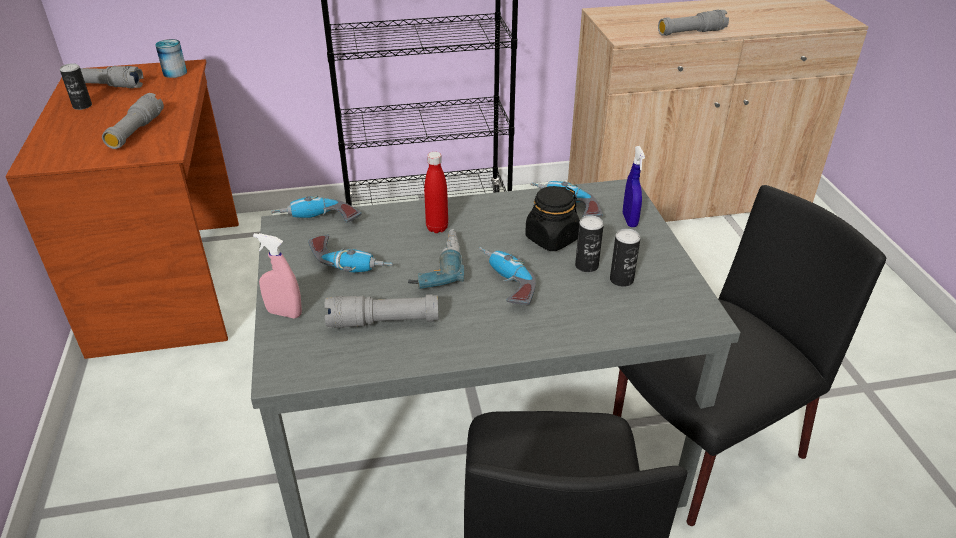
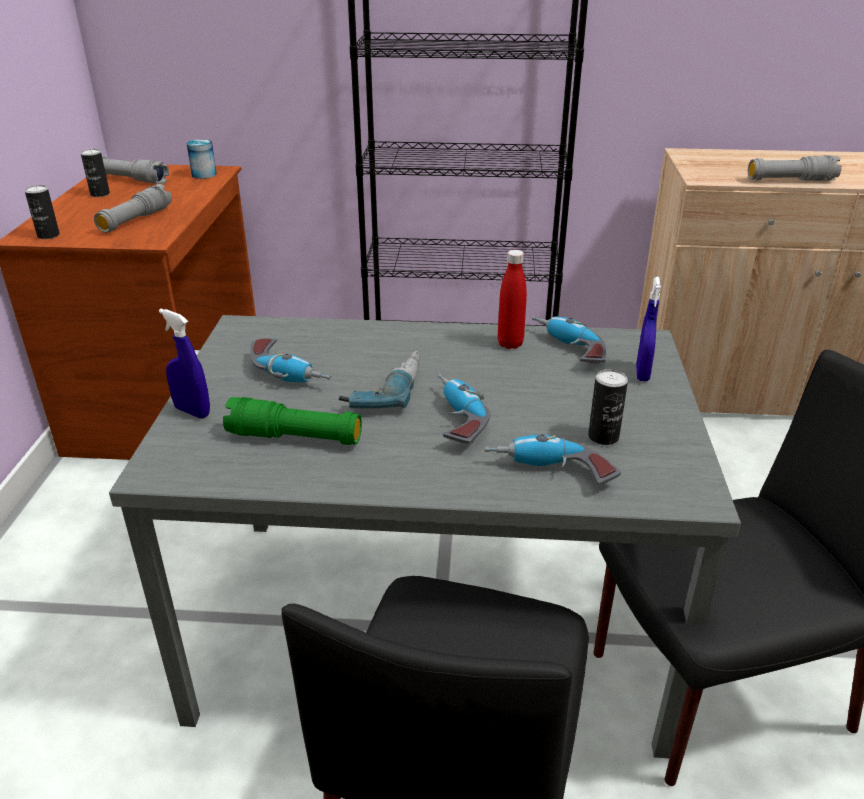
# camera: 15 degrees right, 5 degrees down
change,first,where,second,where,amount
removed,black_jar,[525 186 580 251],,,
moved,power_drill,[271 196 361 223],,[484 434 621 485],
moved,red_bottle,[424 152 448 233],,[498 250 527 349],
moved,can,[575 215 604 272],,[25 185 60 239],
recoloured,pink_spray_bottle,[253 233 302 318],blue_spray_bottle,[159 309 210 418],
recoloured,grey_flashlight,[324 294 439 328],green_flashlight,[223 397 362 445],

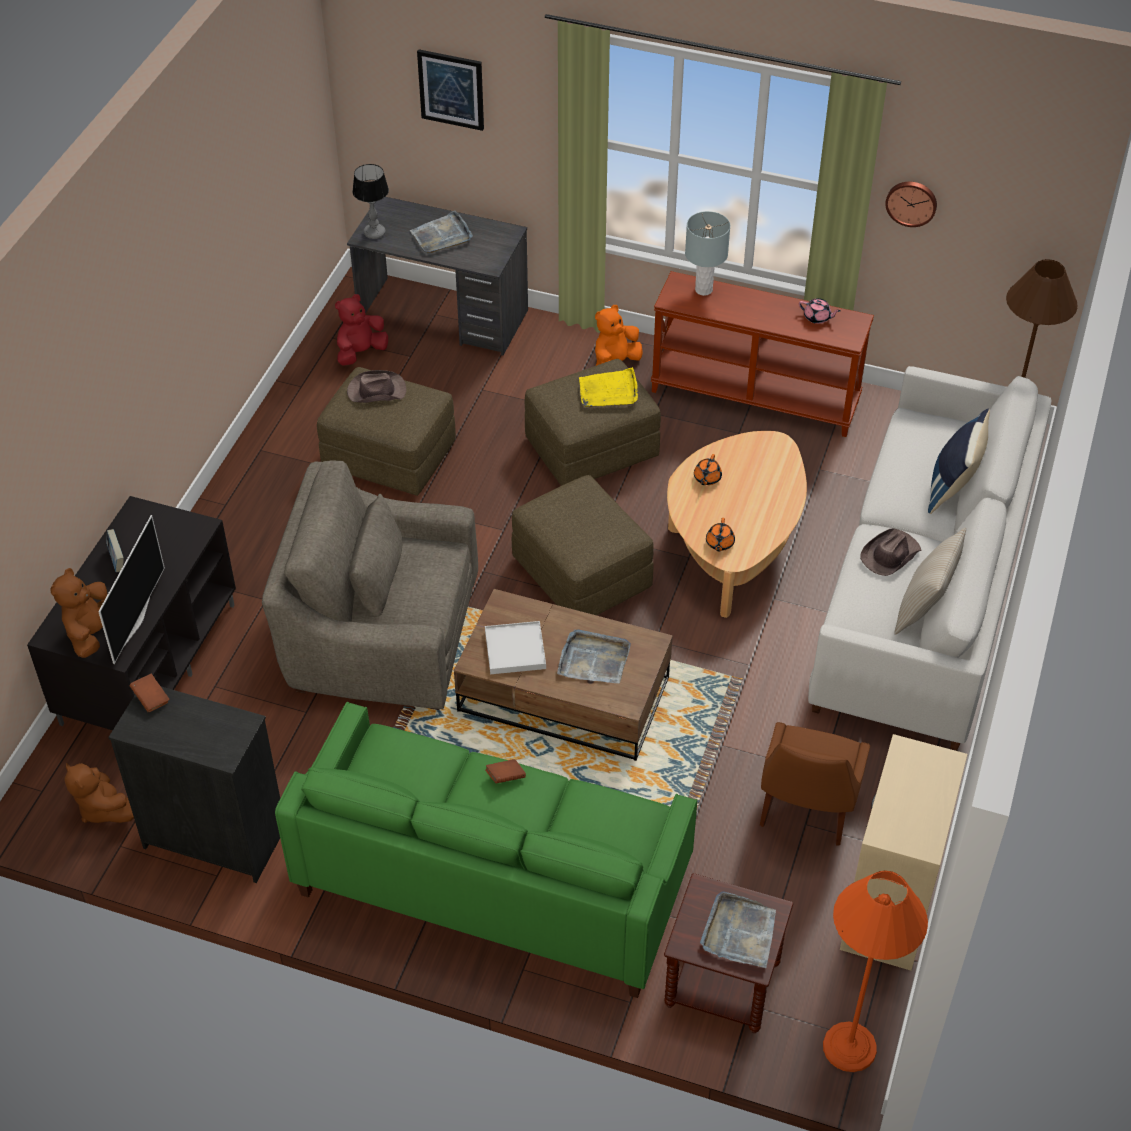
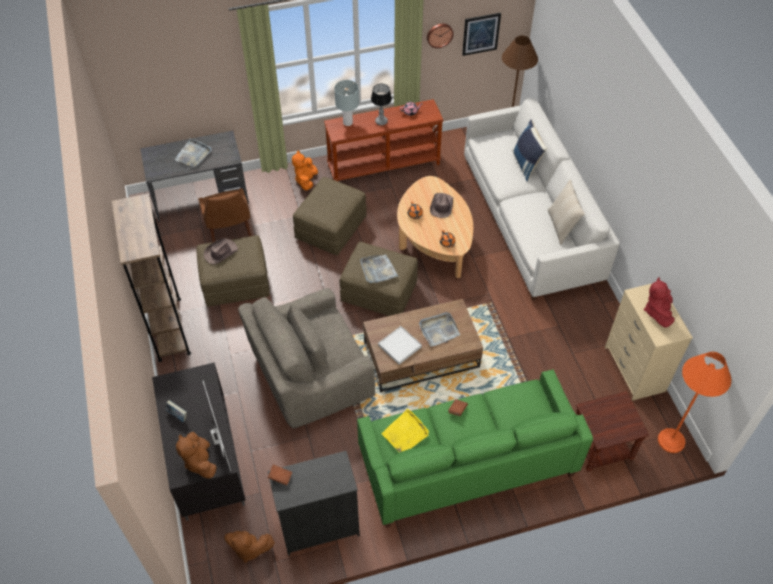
# camera: 35 degrees left, 5 degrees up
change,first,where,second,where,amount
added,,,brown_bookcase,[112 193 191 362],
moved,red_plush_toy,[335 294 388 366],,[644 277 675 328],
moved,table_lamp,[352 164 389 239],,[371 84 392 126],
moved,picture,[417 49 484 131],,[462 13 501 56],
moved,yellow_tray,[579 367 638 407],,[382 409 429 453],
moved,grey_tray,[700 891 776 968],,[360 254 399 283],
moved,brown_chair,[760 722 870 845],,[198 188 251 242],
moved,brown_hat,[860 528 922 576],,[430 193 453 218],

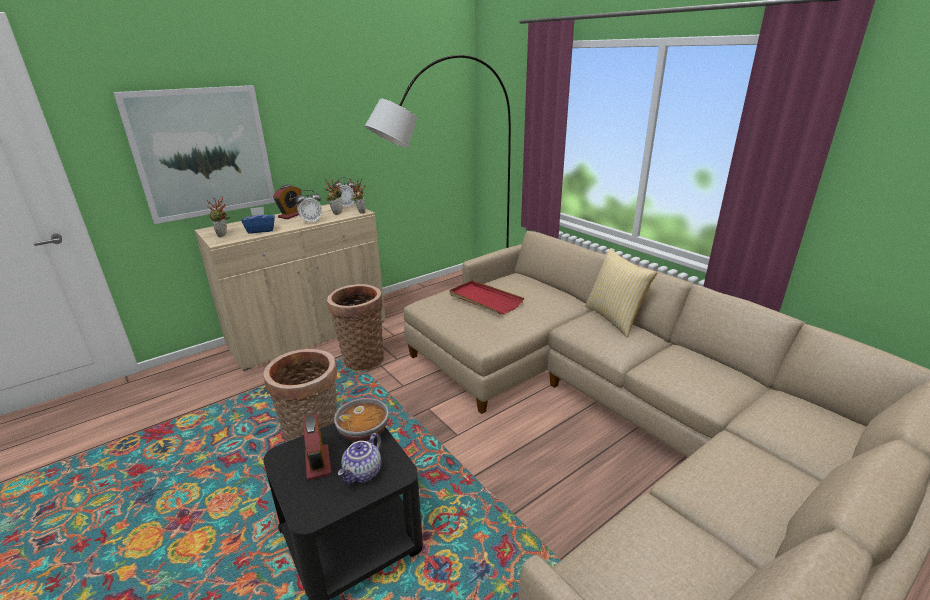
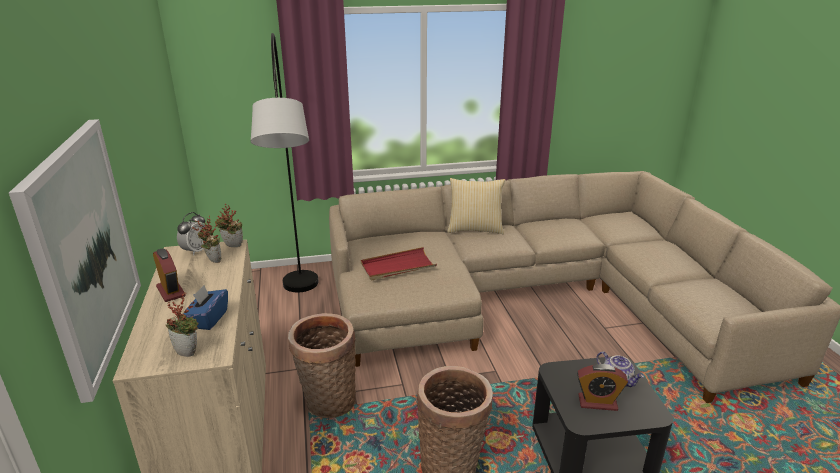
# camera: 65 degrees left, 0 degrees up
change,first,where,second,where,amount
removed,alarm_clock,[295 190 322 224],,,
removed,bowl,[334 398 389 442],,,

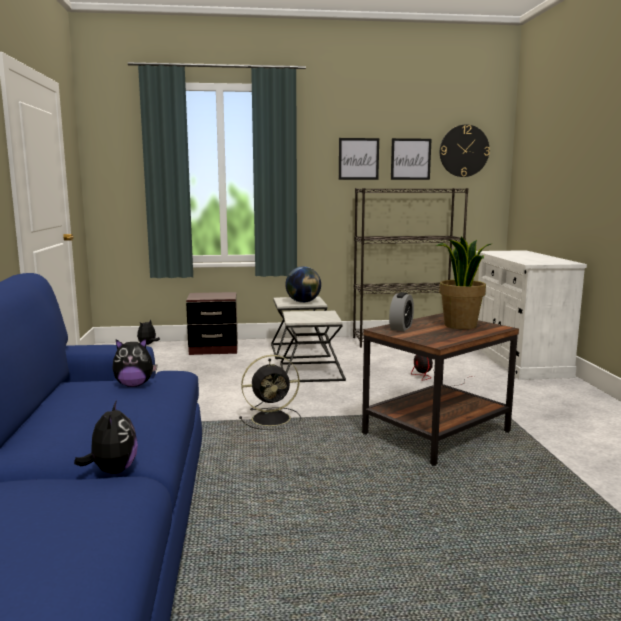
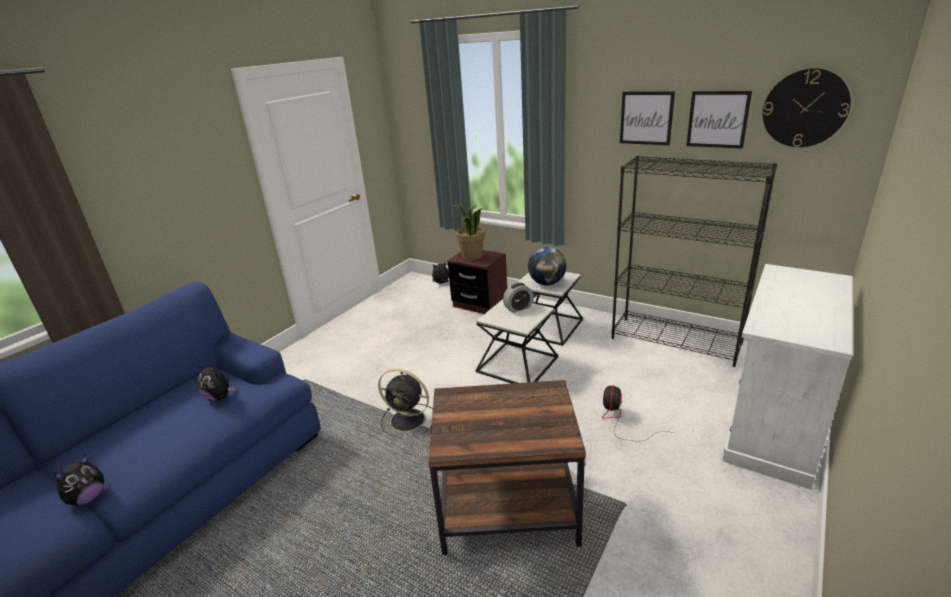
# camera: 40 degrees right, 15 degrees up
change,first,where,second,where,amount
moved,alarm_clock,[389 292 414 331],,[503 283 534 313],
moved,potted_plant,[436 236 493 329],,[451 203 485 261],

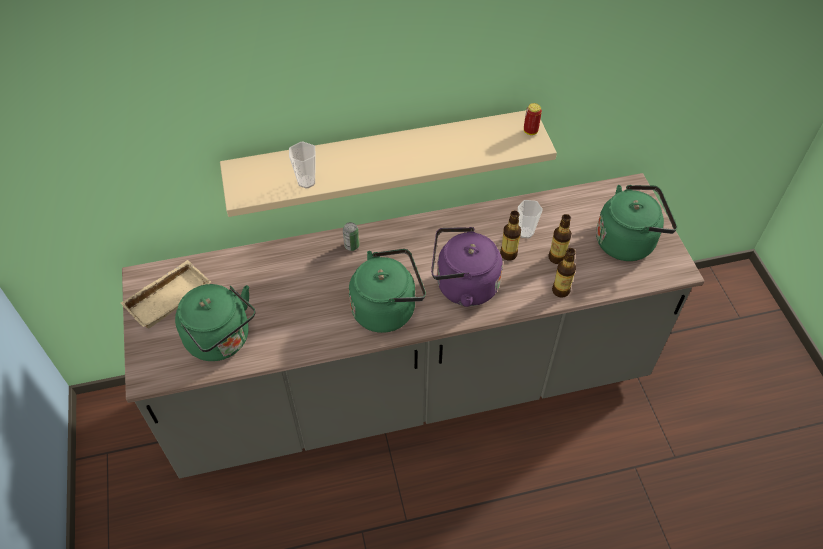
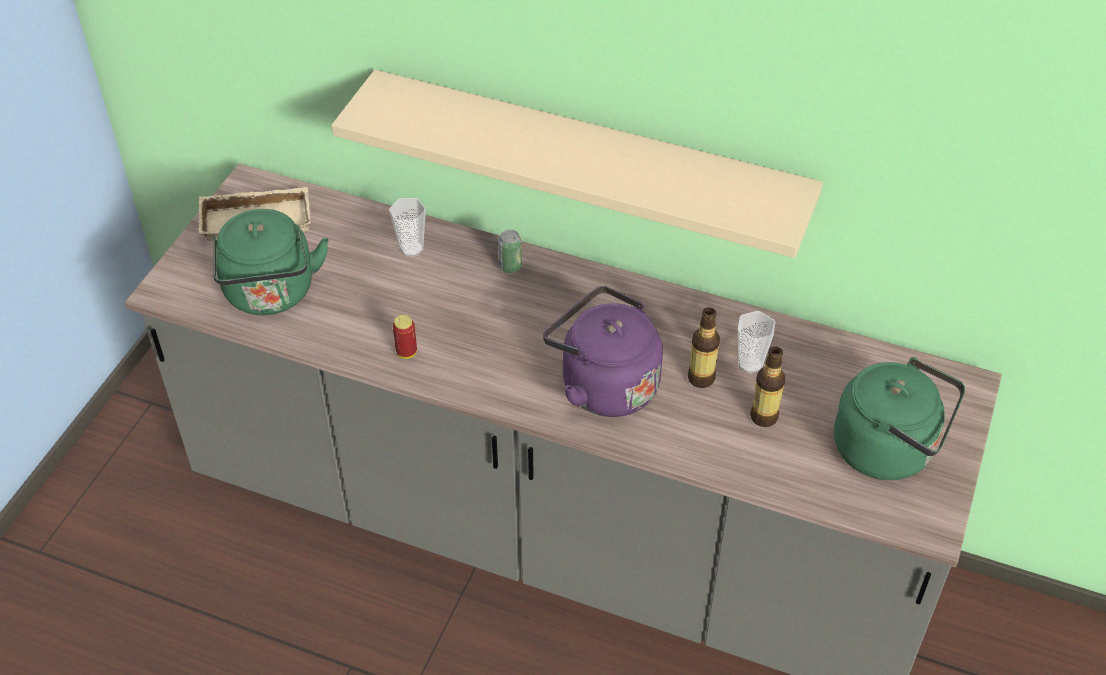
# camera: 35 degrees right, 5 degrees down
change,first,where,second,where,amount
removed,green_kettle,[349 249 426 333],,,
removed,bottle,[552 248 576 298],,,
moved,cup,[289 142 316 188],,[389 198 426 256],
moved,can,[524 103 542 135],,[393 315 417 359],

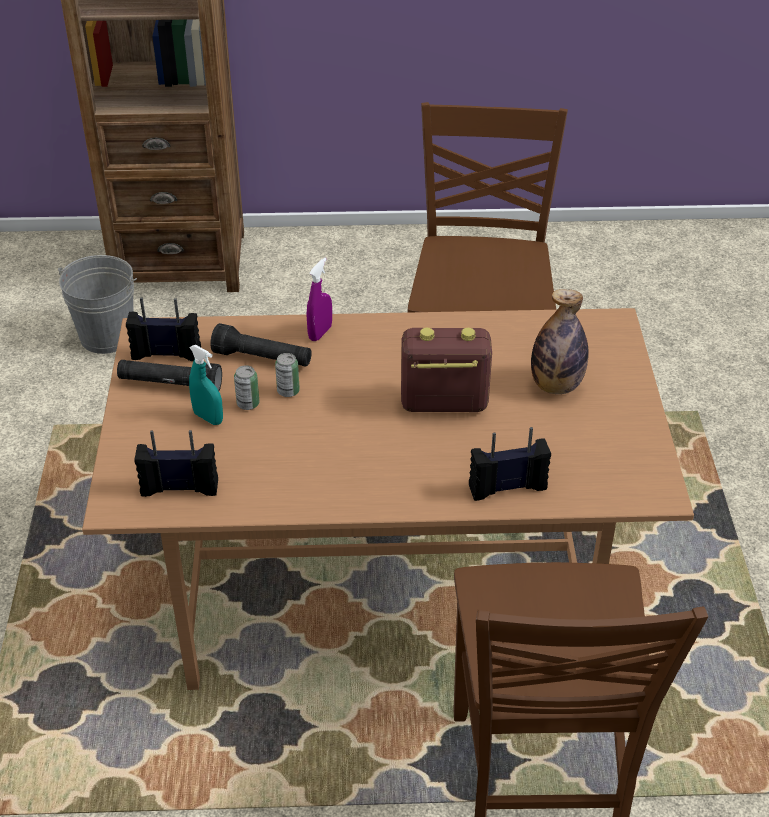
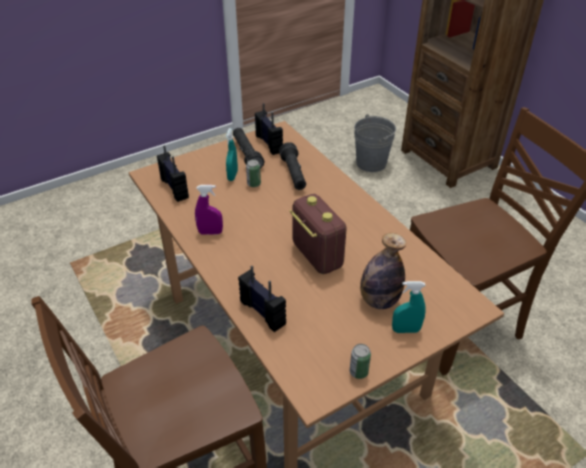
# camera: 60 degrees right, 0 degrees up
change,first,where,second,where,amount
added,,,turquoise_spray_bottle,[392 281 426 333],
moved,can,[275 353 300 397],,[350 344 371 379],
moved,purple_spray_bottle,[307 257 332 341],,[195 185 223 234],

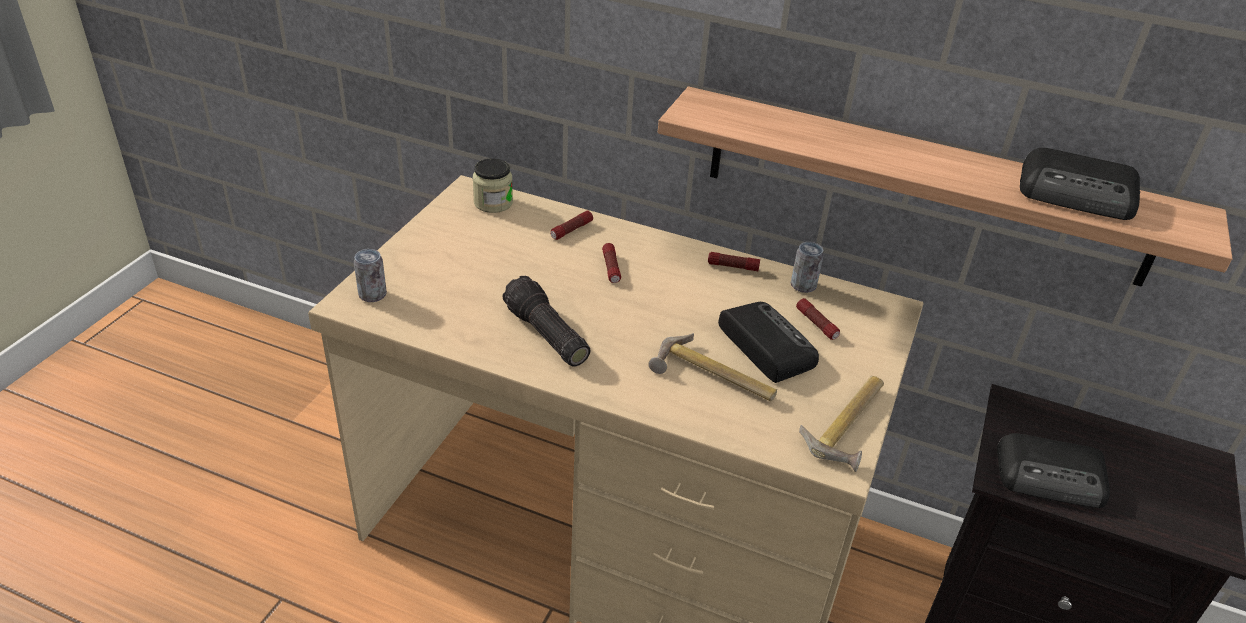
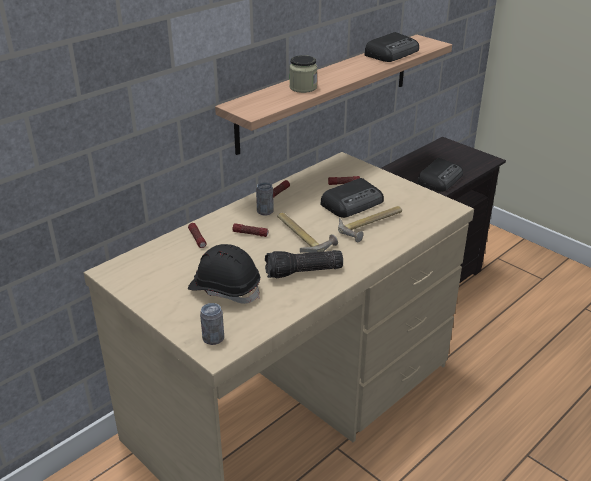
# camera: 65 degrees left, 5 degrees down
change,first,where,second,where,amount
added,,,black_hard_hat,[188 244 260 304],
moved,jar,[472 158 513 213],,[289 55 317 93],
moved,can,[791 242 824 293],,[256 182 274 215],
moved,hammer,[799 376 884 472],,[277 213 338 253],
turned,radio,[718 302 819 383],,[320 178 384 218],150 degrees clockwise

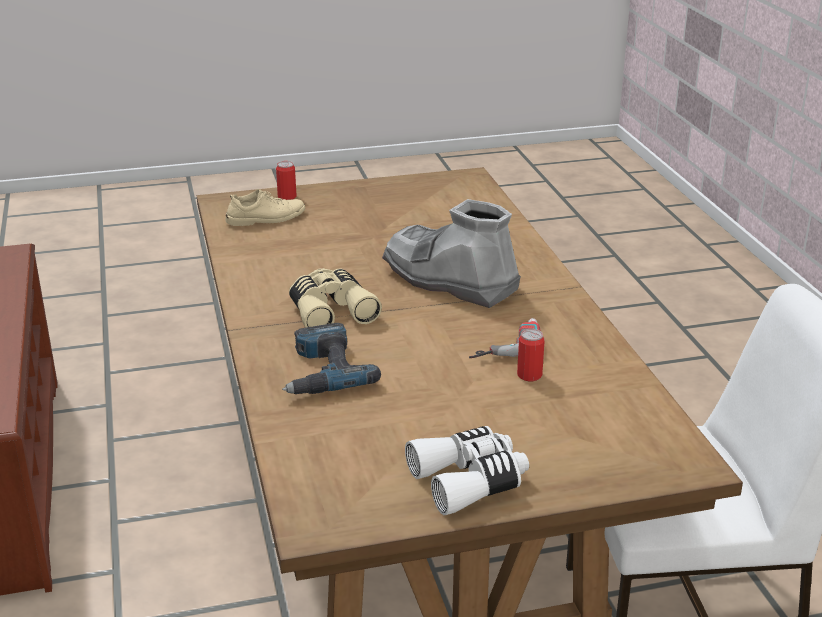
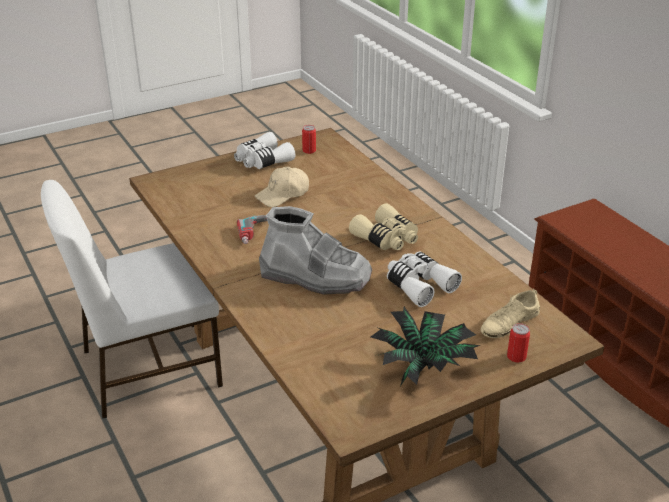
# camera: 165 degrees right, 5 degrees up
change,first,where,second,where,amount
removed,power_drill,[282 323 381 394],,,
added,,,beige_cap,[254 167 309 207],
added,,,potted_plant,[371 307 481 387],
added,,,white_binoculars,[387 251 462 307],
moved,can,[517 329 545 381],,[302 125 316 154],

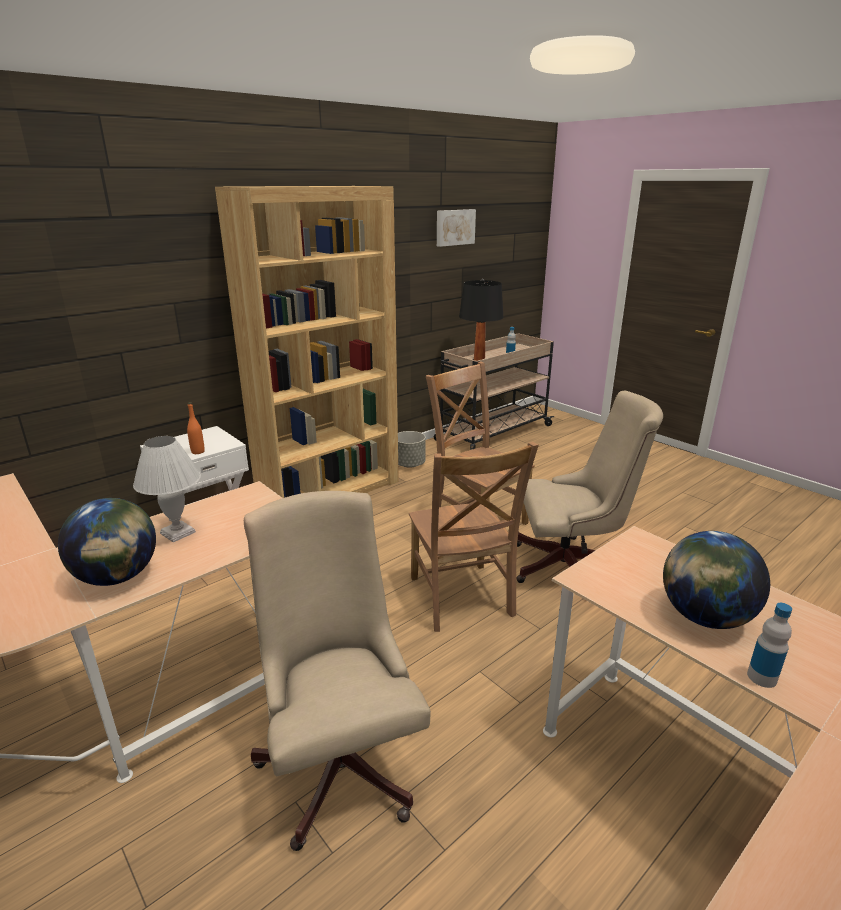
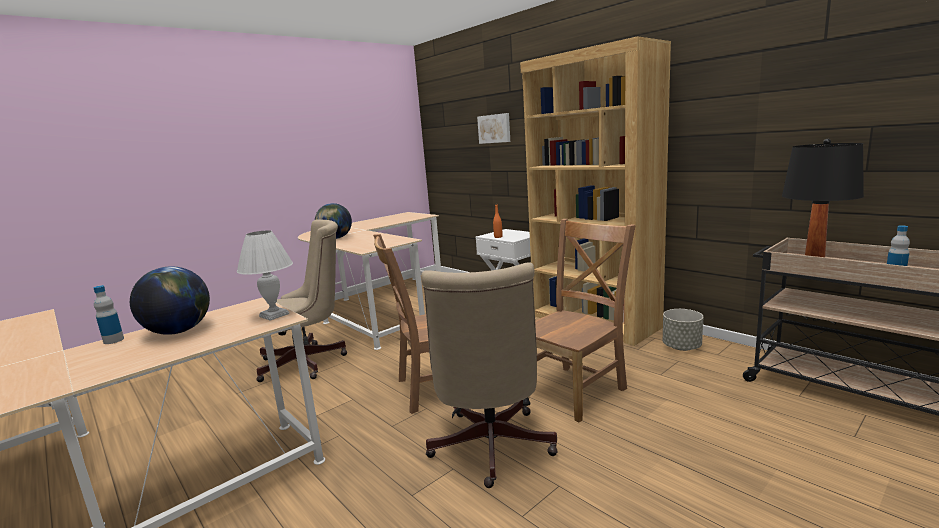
# camera: 90 degrees right, 10 degrees down
change,first,where,second,where,amount
moved,white_table_lamp,[133 436 201 542],,[237 230 293 321],
moved,picture,[437 209 476 247],,[477 113 510 144],

